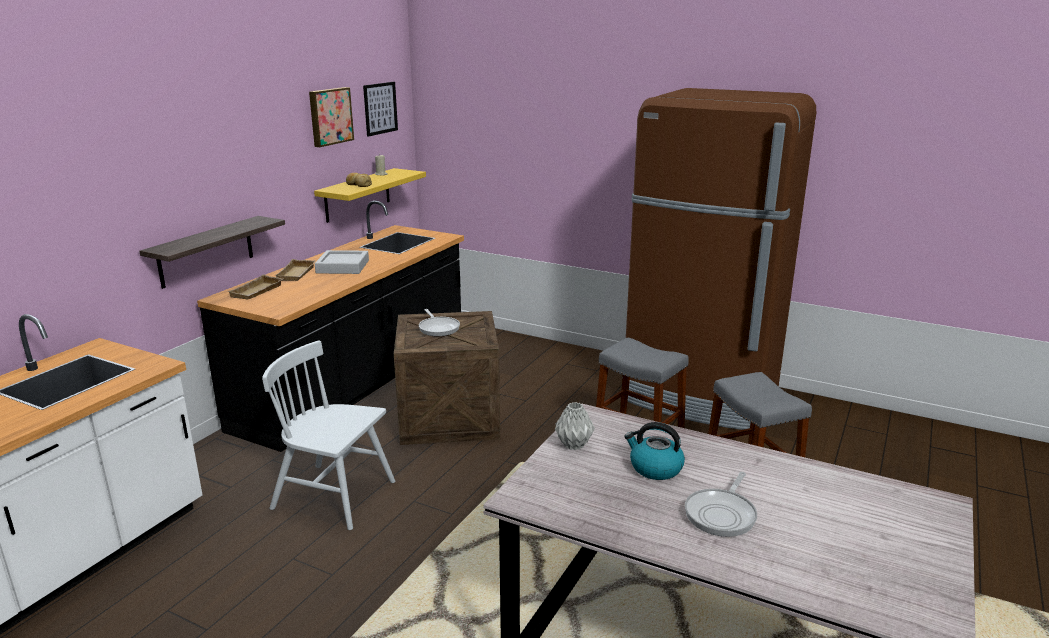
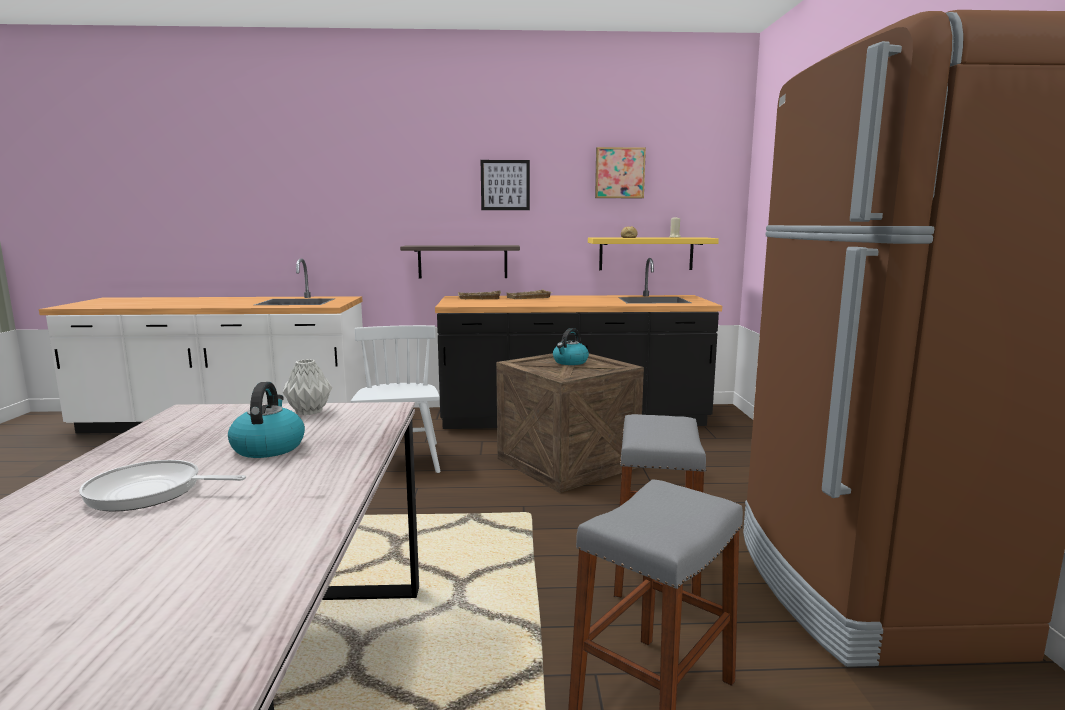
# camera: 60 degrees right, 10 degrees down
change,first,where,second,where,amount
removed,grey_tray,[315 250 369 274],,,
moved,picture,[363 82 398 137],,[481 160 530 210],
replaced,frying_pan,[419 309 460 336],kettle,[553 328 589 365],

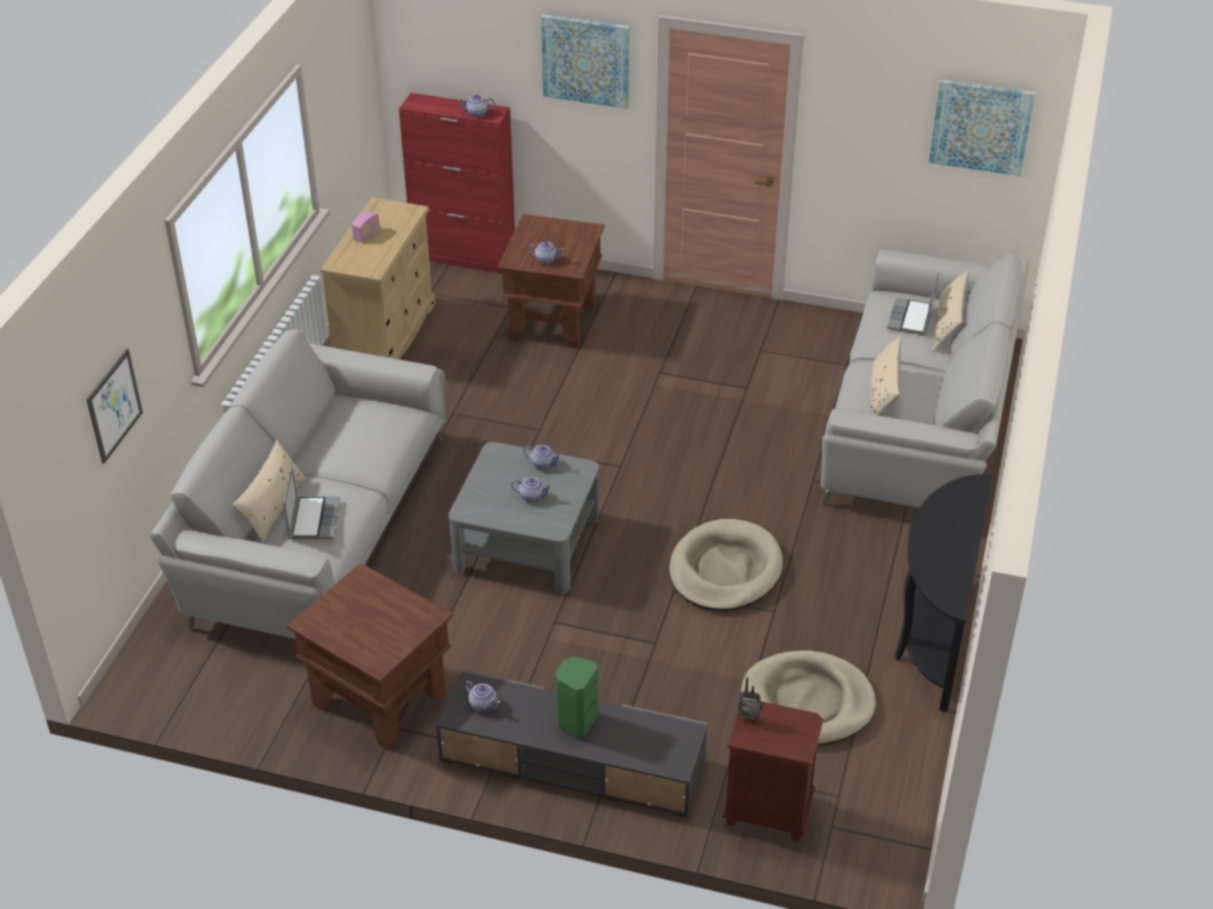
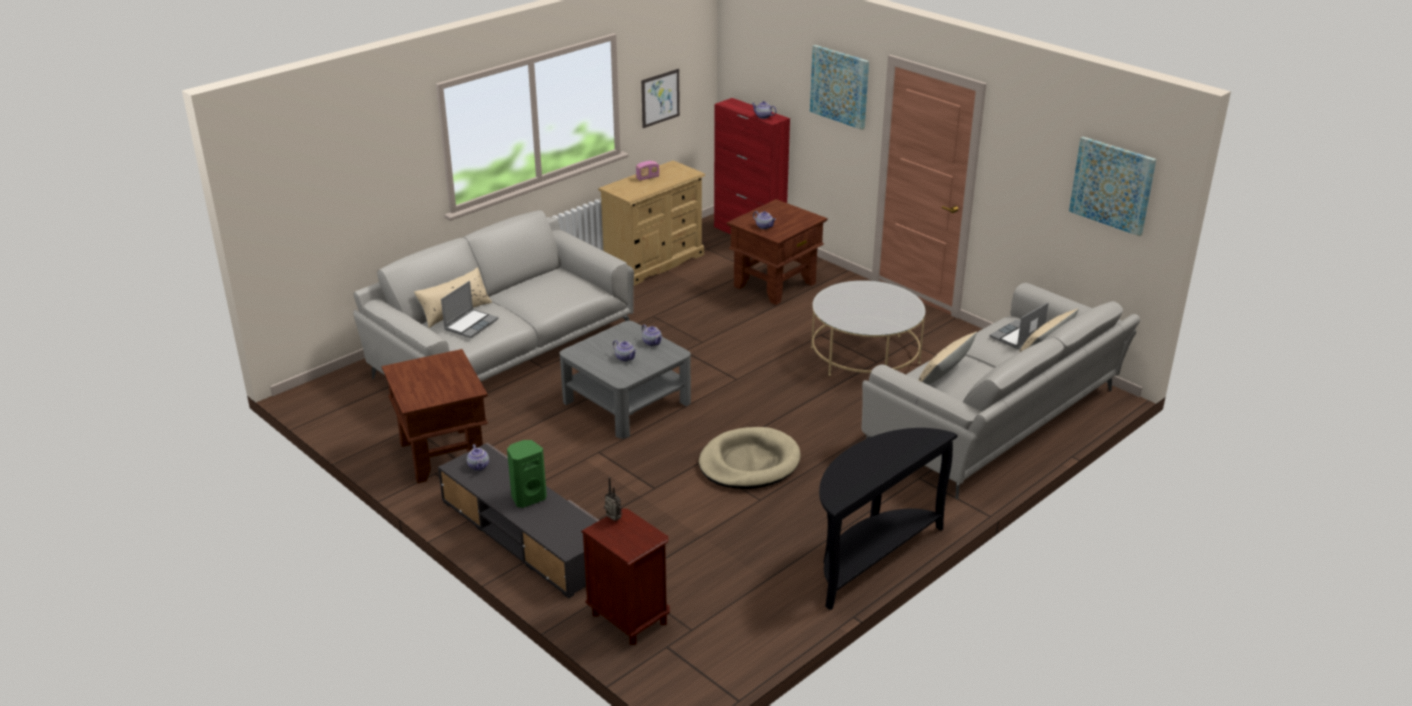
# camera: 30 degrees right, 10 degrees down
change,first,where,second,where,amount
removed,beige_dog_bed,[741 650 876 746],,,
added,,,coffee_table,[811 280 925 376],
moved,picture,[86 349 143 464],,[641 69 680 128],

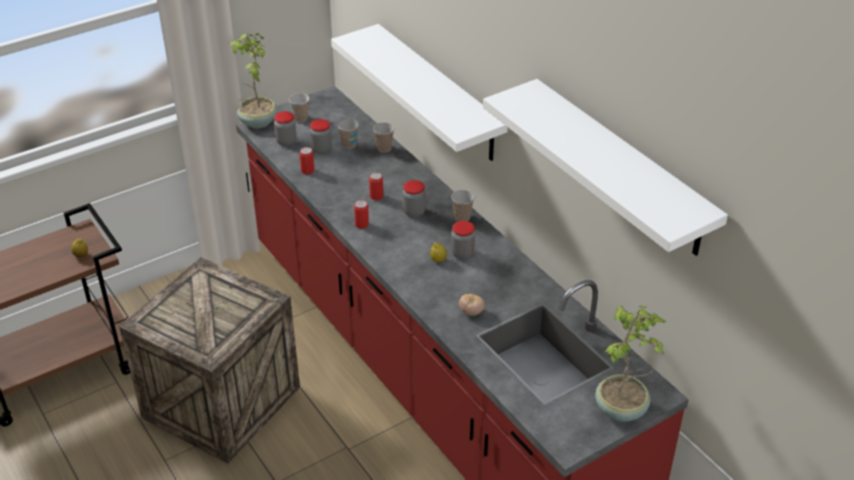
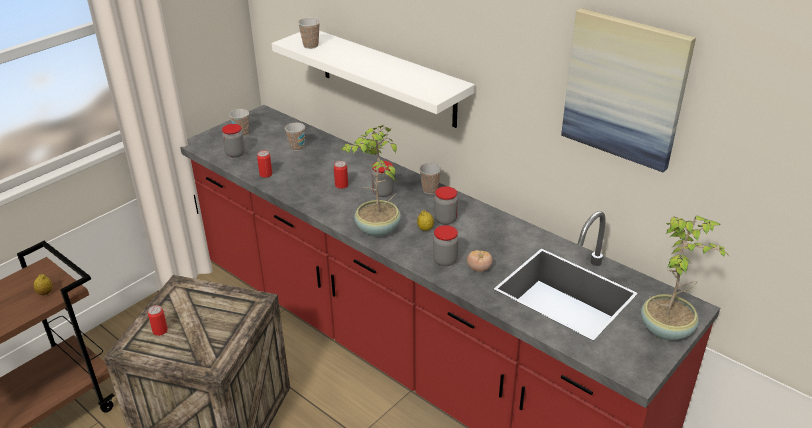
# camera: 15 degrees left, 5 degrees down
change,first,where,second,where,amount
moved,potted_plant,[228 32 277 129],,[341 125 401 237],
moved,jar,[310 119 332 154],,[433 225 459 266],
moved,can,[354 200 369 229],,[148 305 168 336],
moved,cup,[373 122 394 153],,[298 18 320 49],
replaced,white_shelf,[483 79 728 256],picture,[561 8 696 172],

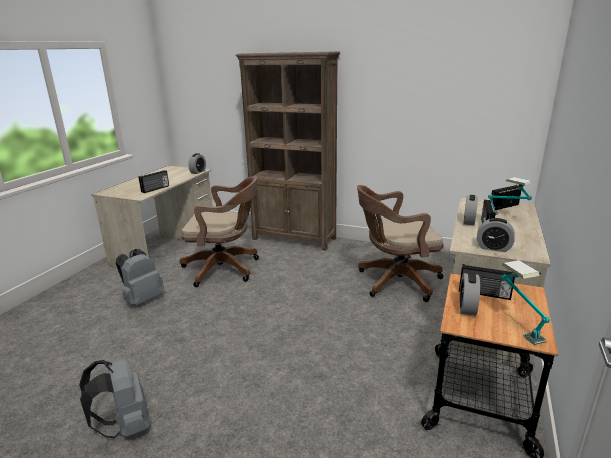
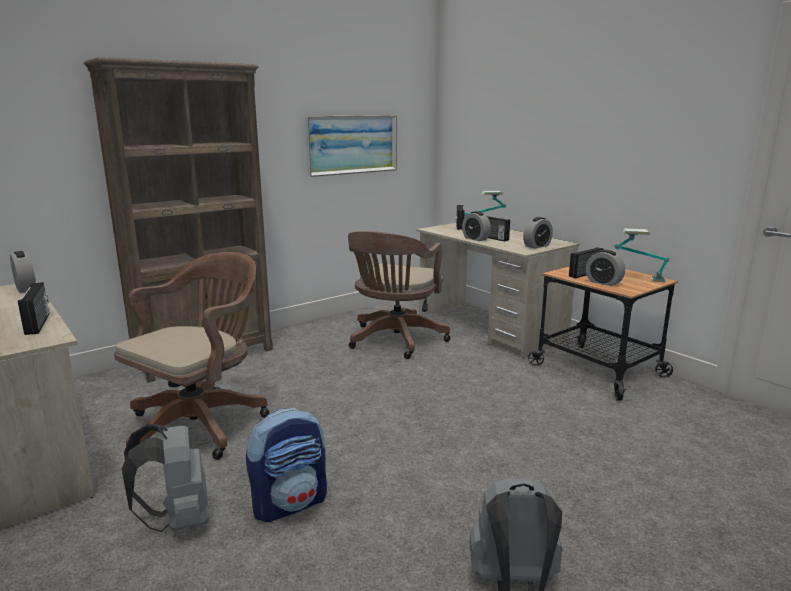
# camera: 60 degrees left, 5 degrees down
change,first,where,second,where,amount
added,,,backpack,[246 408 327 522],
added,,,picture,[305 115 397 177],

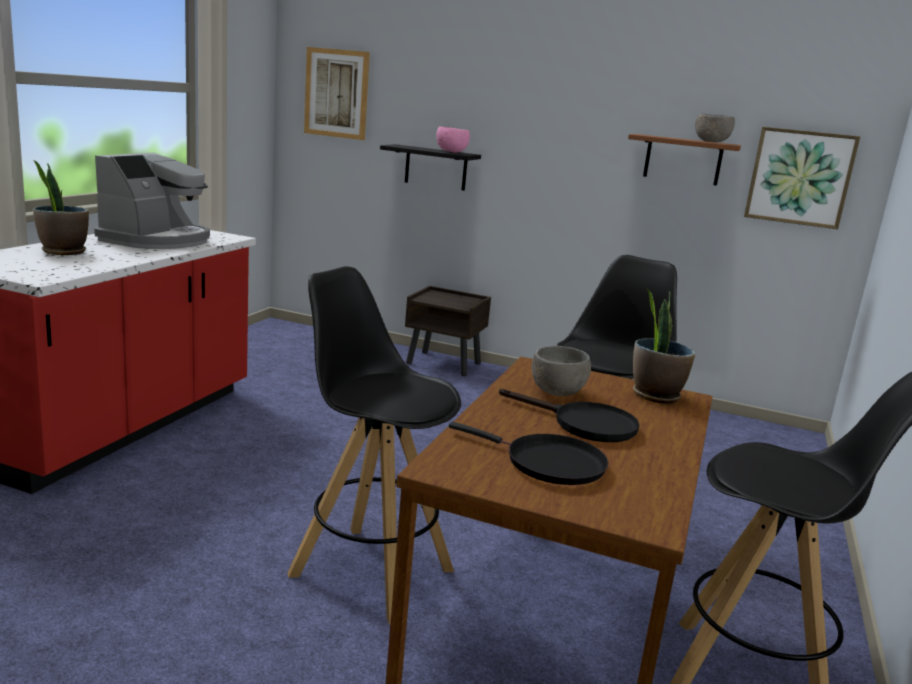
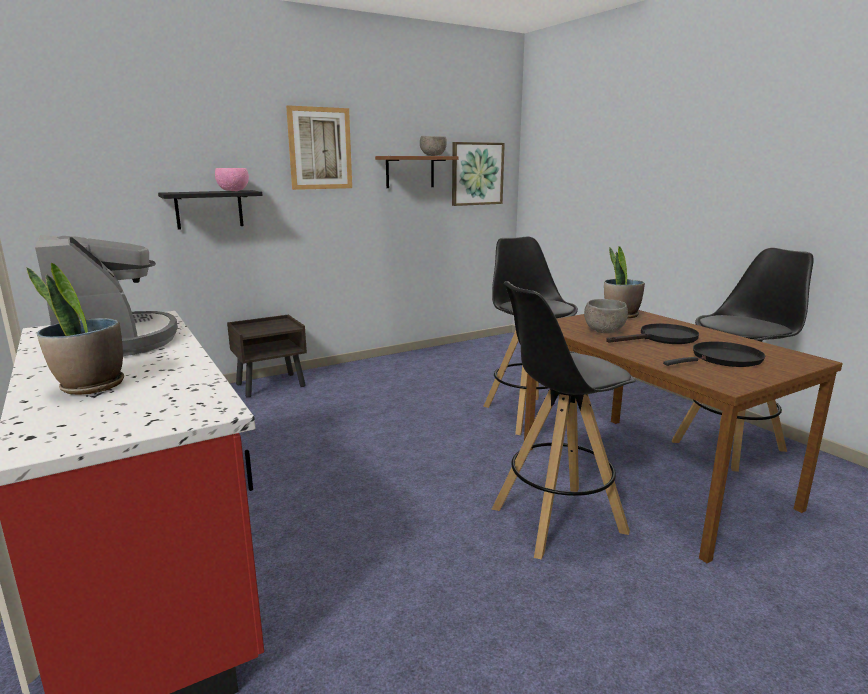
# camera: 50 degrees left, 0 degrees up
change,first,where,second,where,amount
moved,picture,[304 47 370 140],,[286 105 352 190],

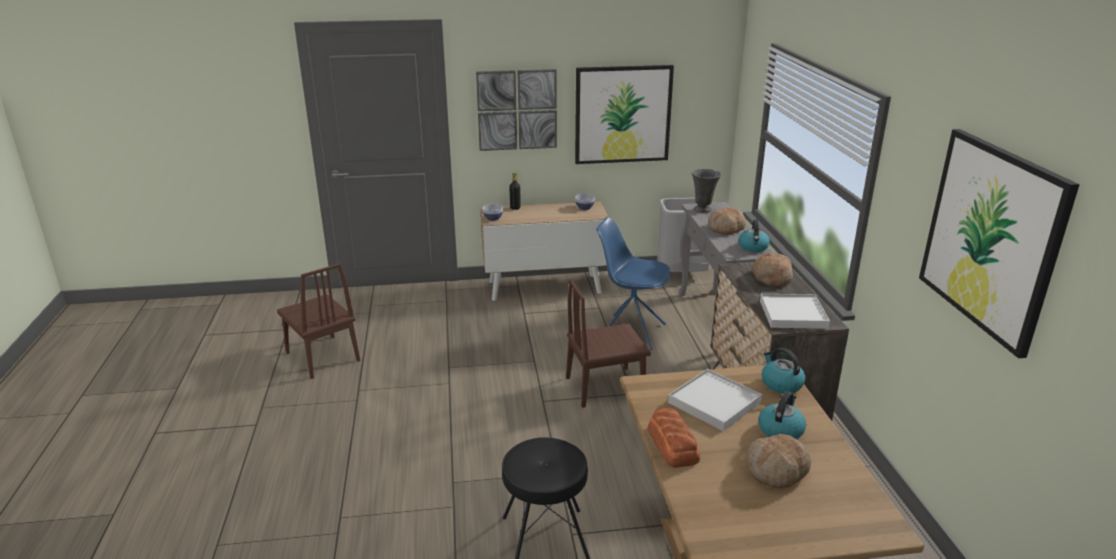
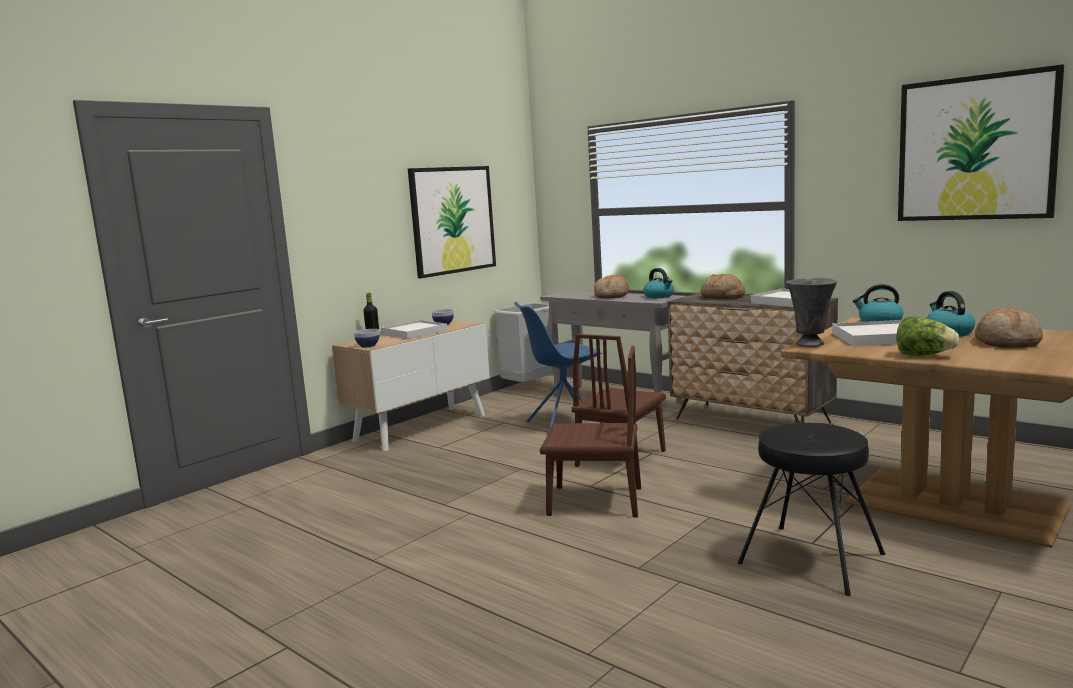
# camera: 40 degrees left, 15 degrees down
change,first,where,second,where,amount
removed,picture,[476 69 557 151],,,
added,,,white_tray,[381 320 447 339],
moved,brown_chair,[277 263 360 379],,[540 346 641 517],
moved,grey_vase,[692 169 721 213],,[786 278 837 347],
replaced,bread,[648 408 700 468],lettuce,[897 317 959 356],

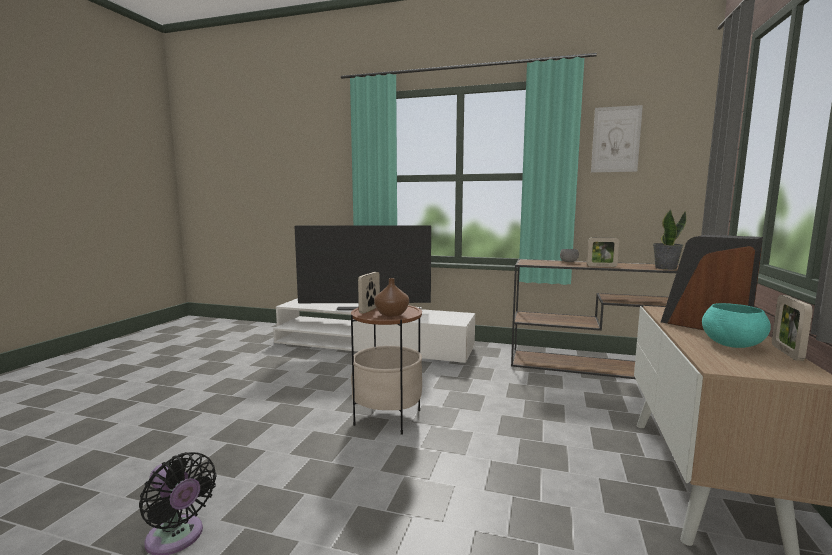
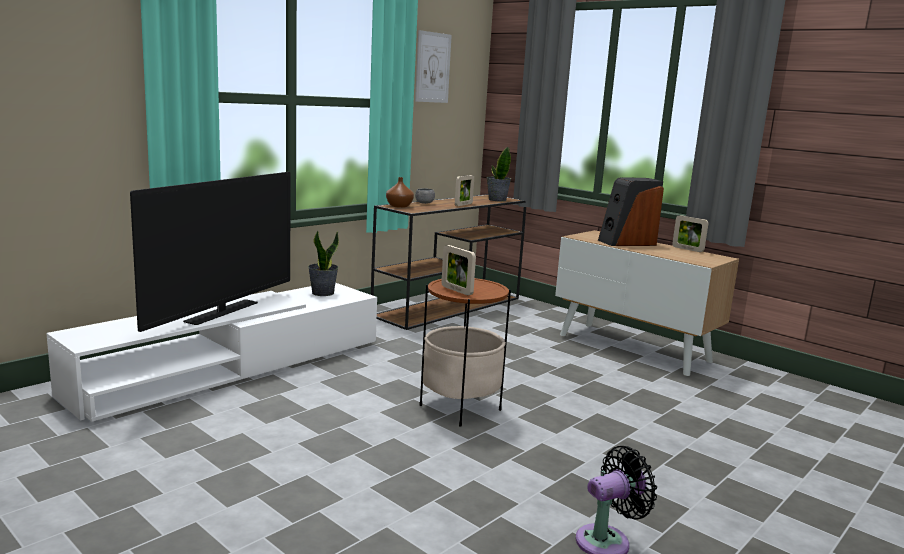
# camera: 65 degrees left, 5 degrees up
change,first,where,second,where,amount
removed,turquoise_bowl,[702 303 771 348],,,
added,,,potted_plant,[308 230 339 296],
moved,brown_vase,[374 278 409 317],,[386 177 414 208],

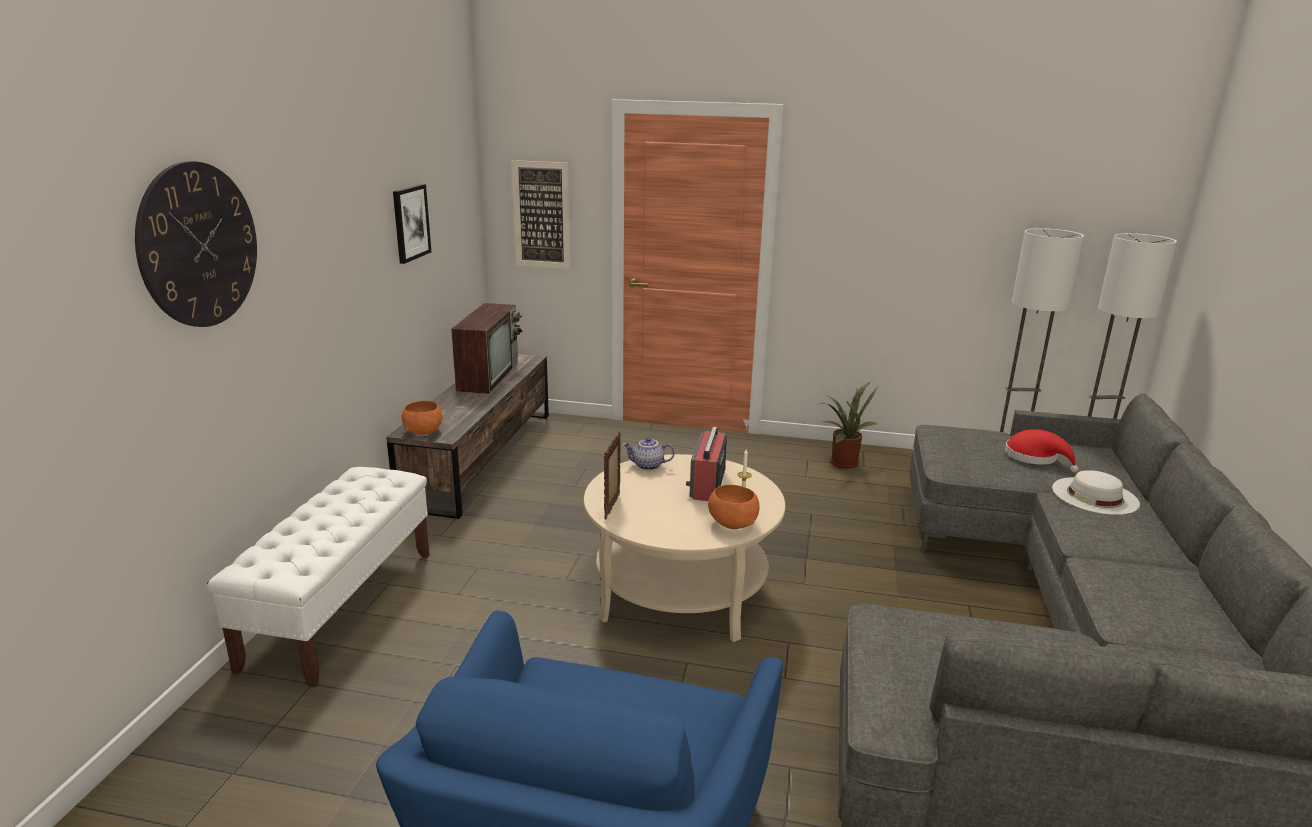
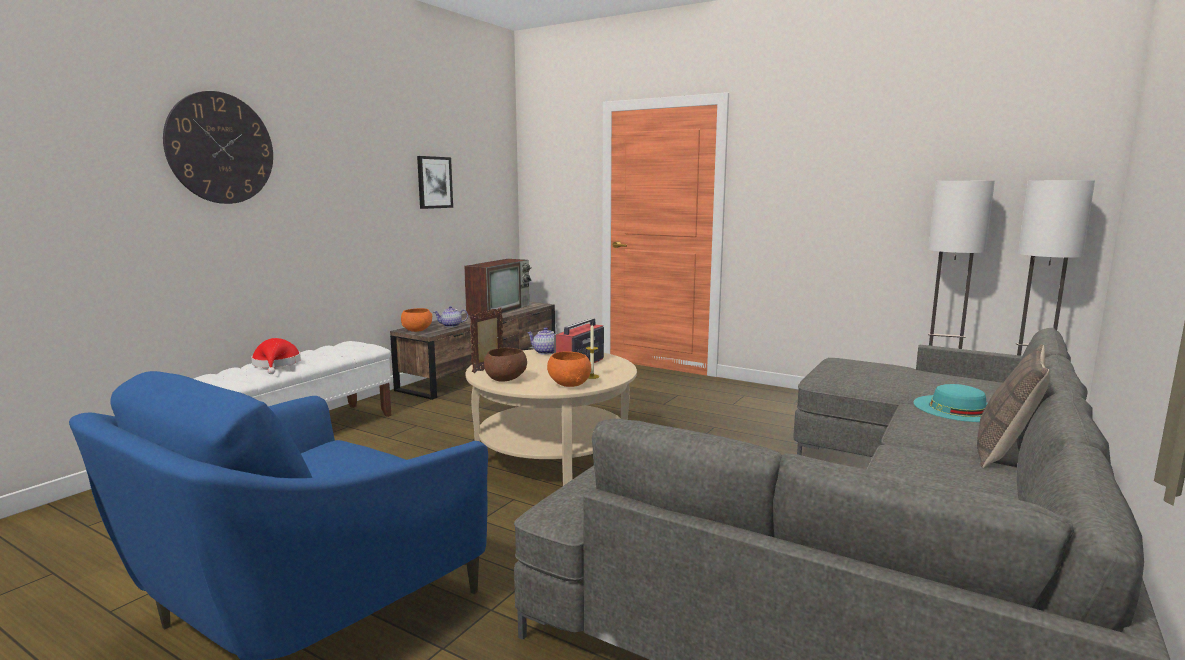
# camera: 20 degrees right, 10 degrees down
change,first,where,second,where,amount
removed,picture,[511 160 571 269],,,
removed,potted_plant,[819 382 878 469],,,
added,,,teapot,[434 306 468 327],
added,,,brown_bowl,[484 347 527 382],
added,,,pillow,[977 344 1049 468],
moved,red_hat,[1005 429 1078 473],,[251 338 301 374],
recoloured,white_hat,[1052 470 1140 515],turquoise_hat,[913 384 988 422],

